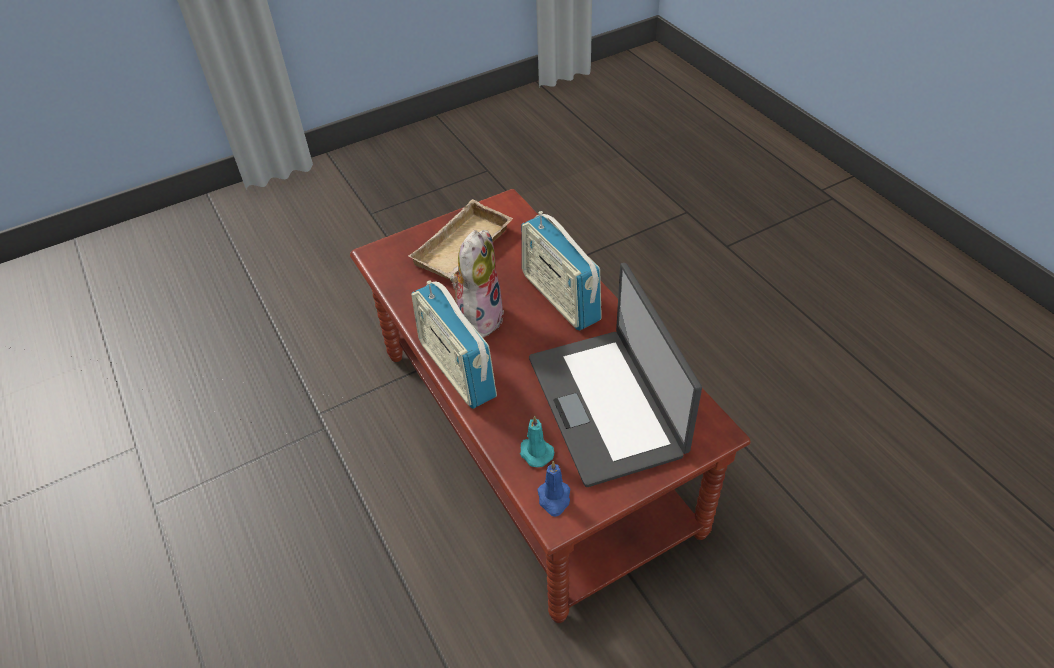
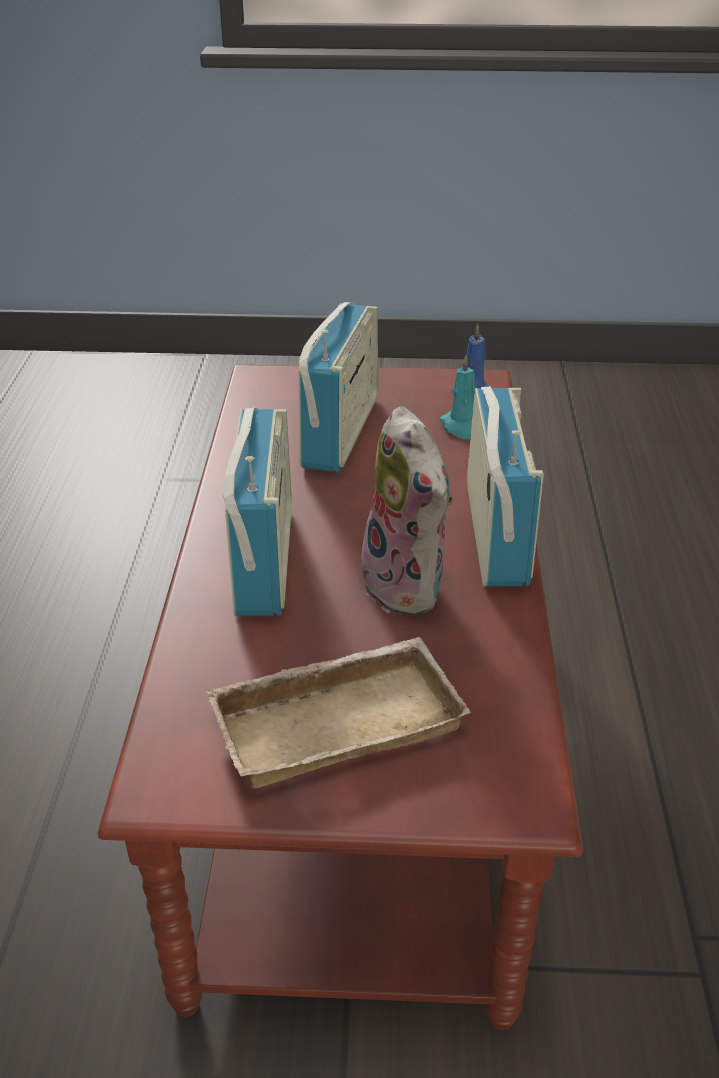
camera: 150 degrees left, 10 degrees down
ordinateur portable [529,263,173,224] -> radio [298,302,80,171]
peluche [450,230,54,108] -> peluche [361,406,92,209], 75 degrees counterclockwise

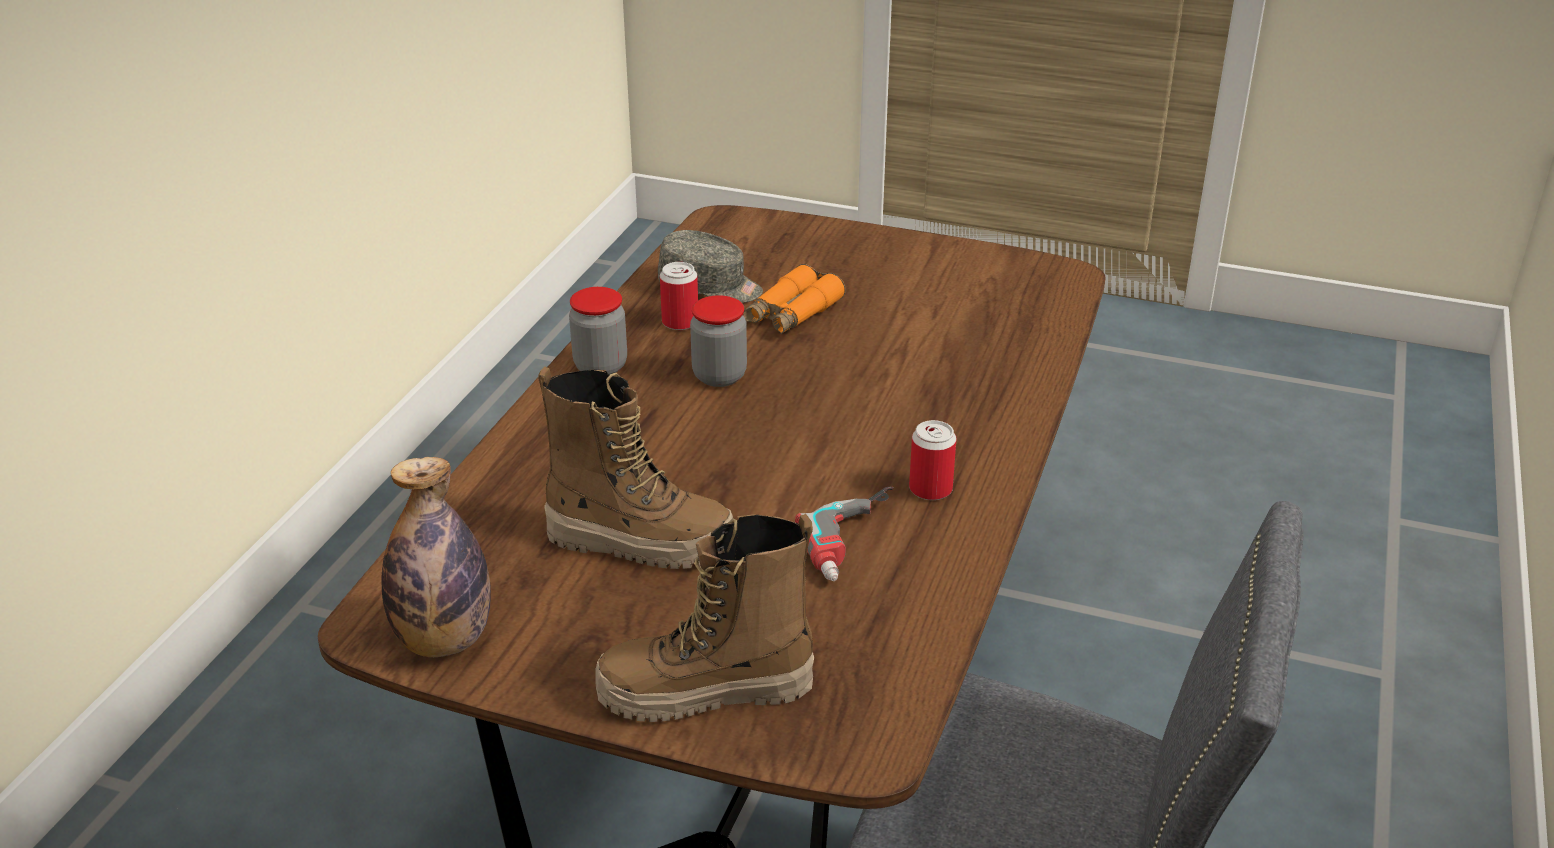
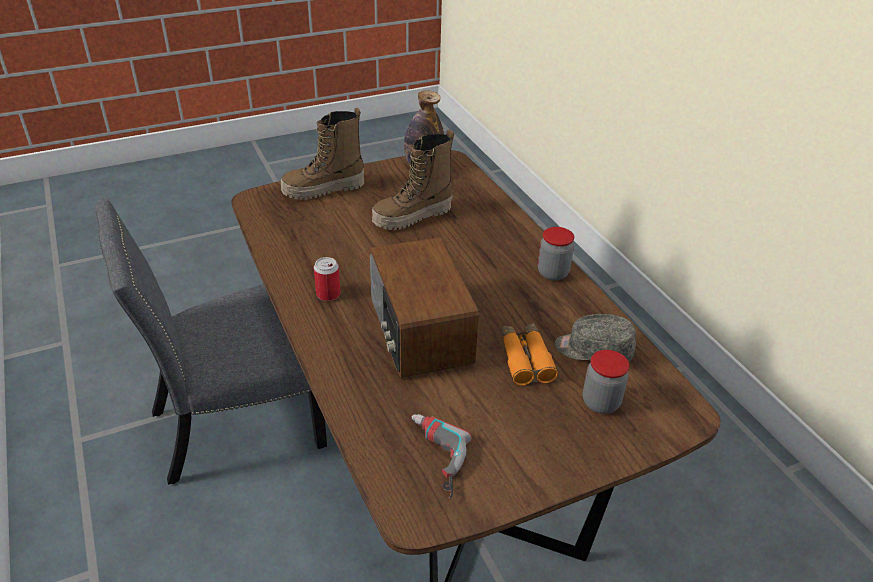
camera: 135 degrees right, 5 degrees up
botte [596,514,218,208] -> botte [281,108,83,92], 150 degrees counterclockwise
none -> radio [370,237,109,141]
perceuse [795,487,99,94] -> perceuse [412,414,59,85], relocated
casquette [gris] [658,230,105,73] -> casquette [gris] [555,314,81,47], 45 degrees clockwise
bocal [690,295,57,92] -> bocal [583,350,47,64], relocated
boîte métallique [660,262,38,68] -> none

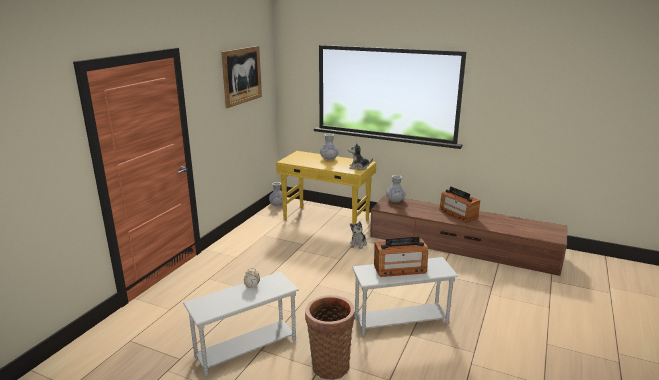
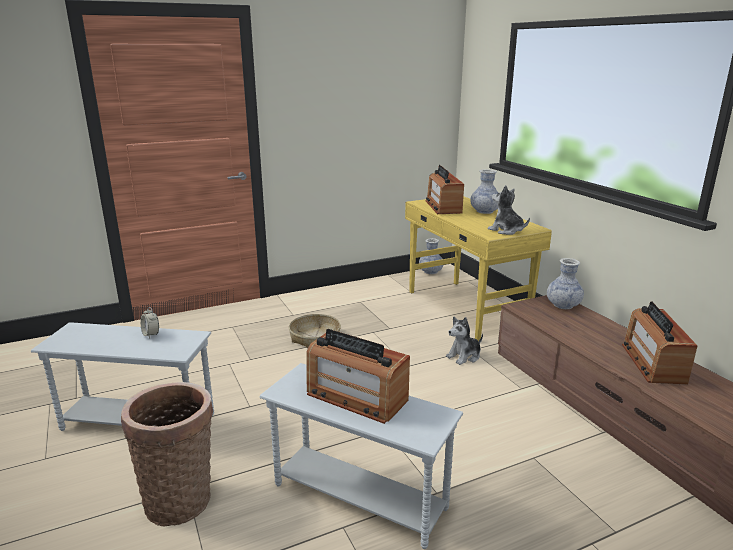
camera: 40 degrees right, 0 degrees up
none -> panier [289,314,52,34]
none -> radio [426,165,38,49]
tableau [221,46,41,62] -> none

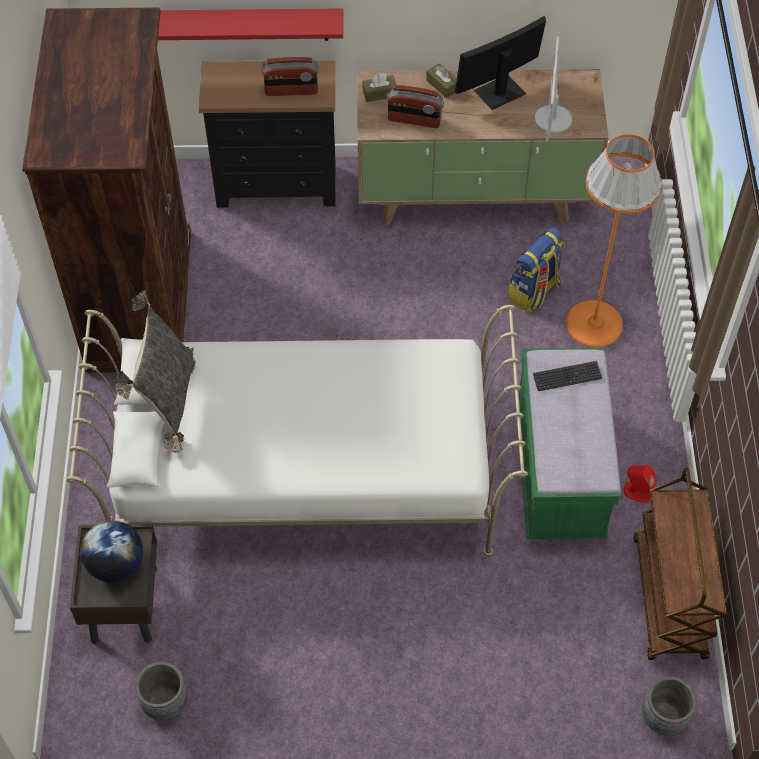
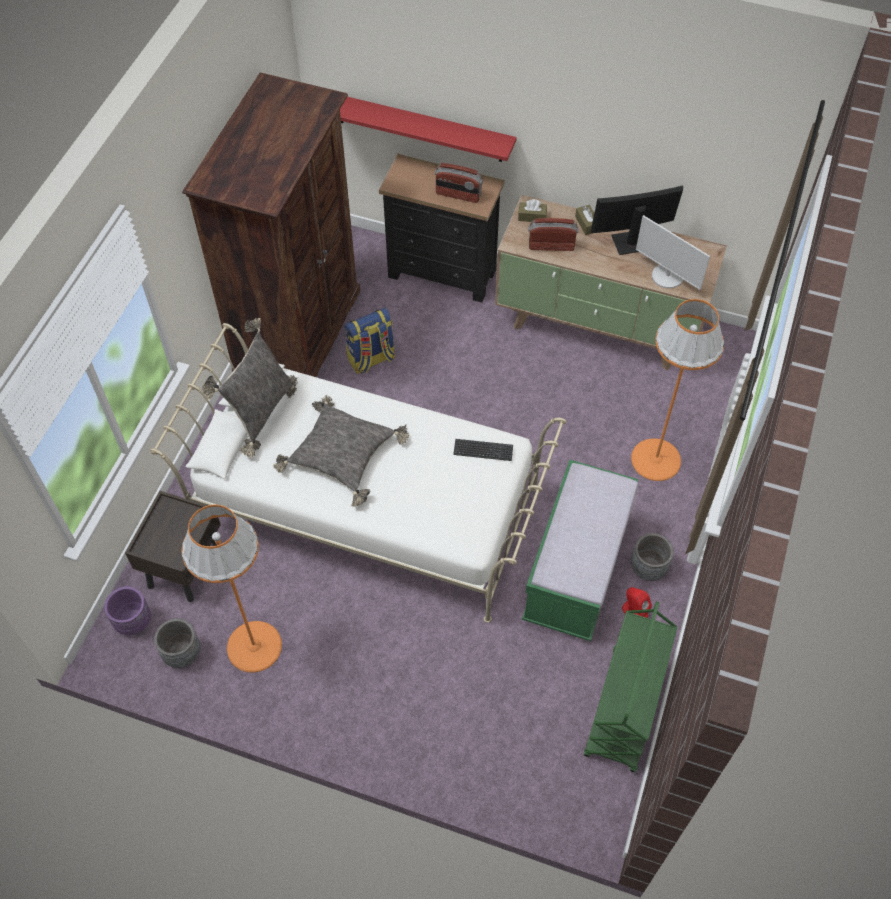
camera: 20 degrees right, 0 degrees up
none -> cache-pot [violet] [104,586,47,49]
none -> lampadaire [orange] [182,505,100,168]
none -> coussin [274,395,135,112]
sac à dos [507,227,57,86] -> sac à dos [345,308,50,66], relocated
clavier [533,361,69,30] -> clavier [453,439,60,22], relocated
radio [387,85,57,43] -> radio [528,218,50,33], 150 degrees clockwise
chariot [marron] [633,468,94,192] -> chariot [vert] [584,602,93,170]
cache-pot [gris] [642,676,55,60] -> cache-pot [gris] [631,533,43,48], relocated
écran d'ordinateur [535,36,37,106] -> écran d'ordinateur [636,215,74,75], 75 degrees counterclockwise
globe [80,520,63,62] -> none

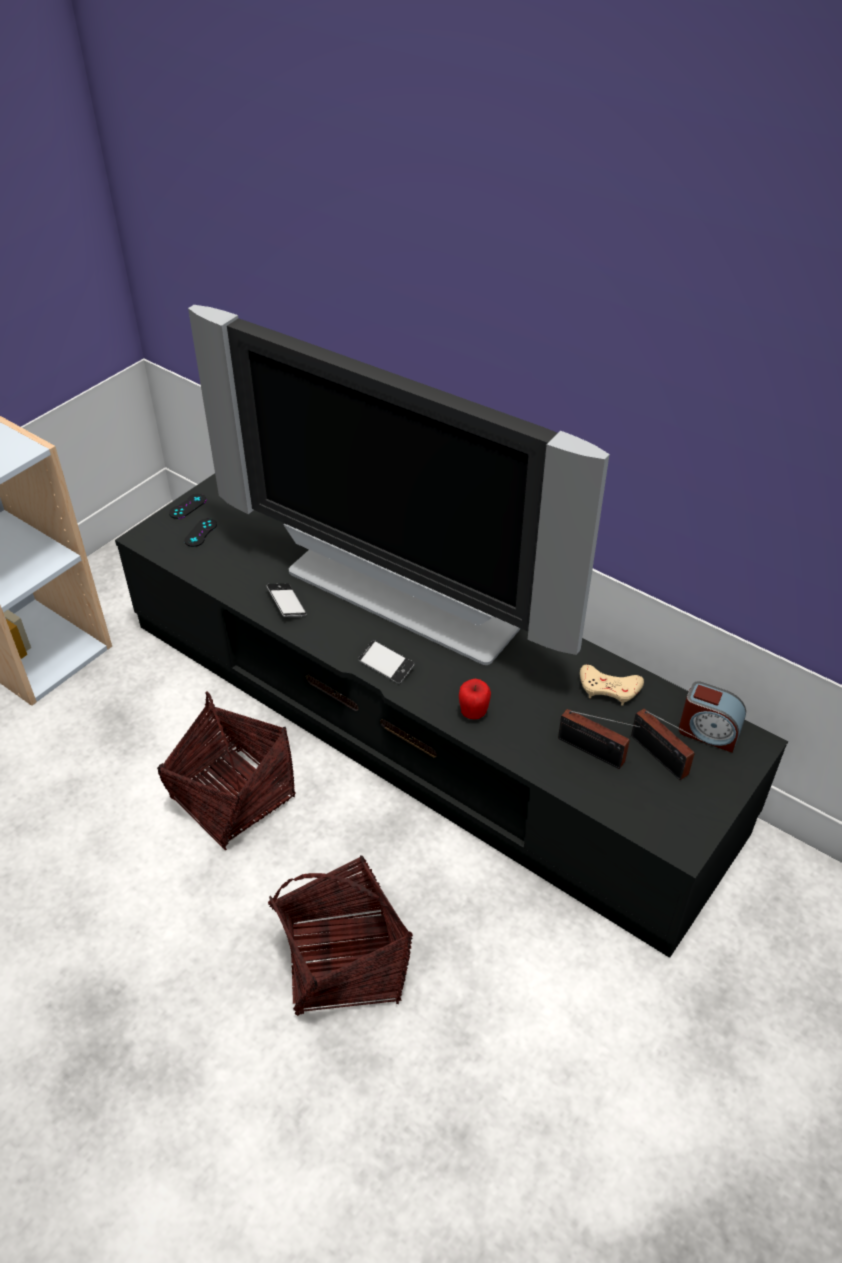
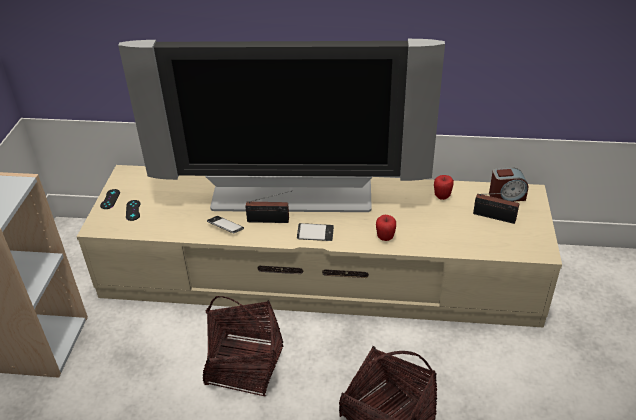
camera: 30 degrees left, 5 degrees down
meuble télé [noir] [115,473,673,485] -> meuble télé [beige] [77,165,485,163]
radio [558,709,82,60] -> radio [245,191,46,32], relocated
manette [beige] [580,665,64,40] -> pomme [434,175,20,25]

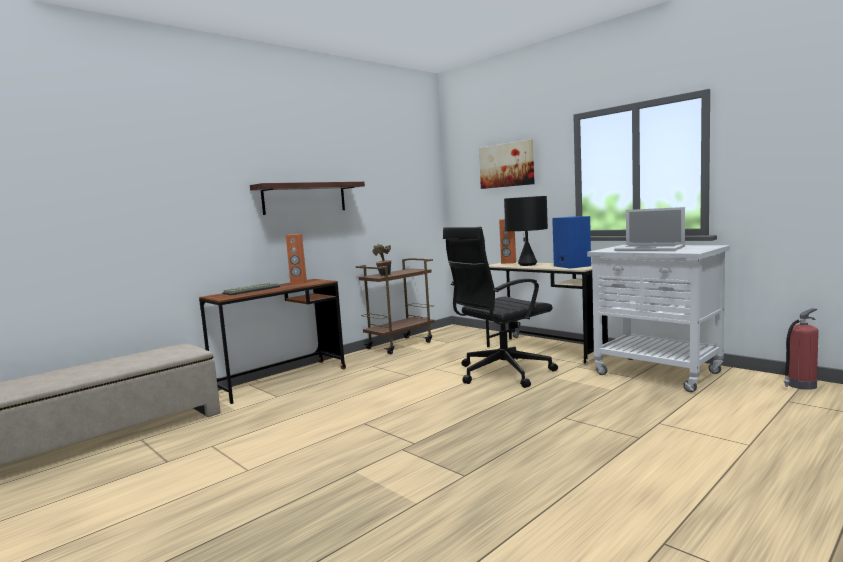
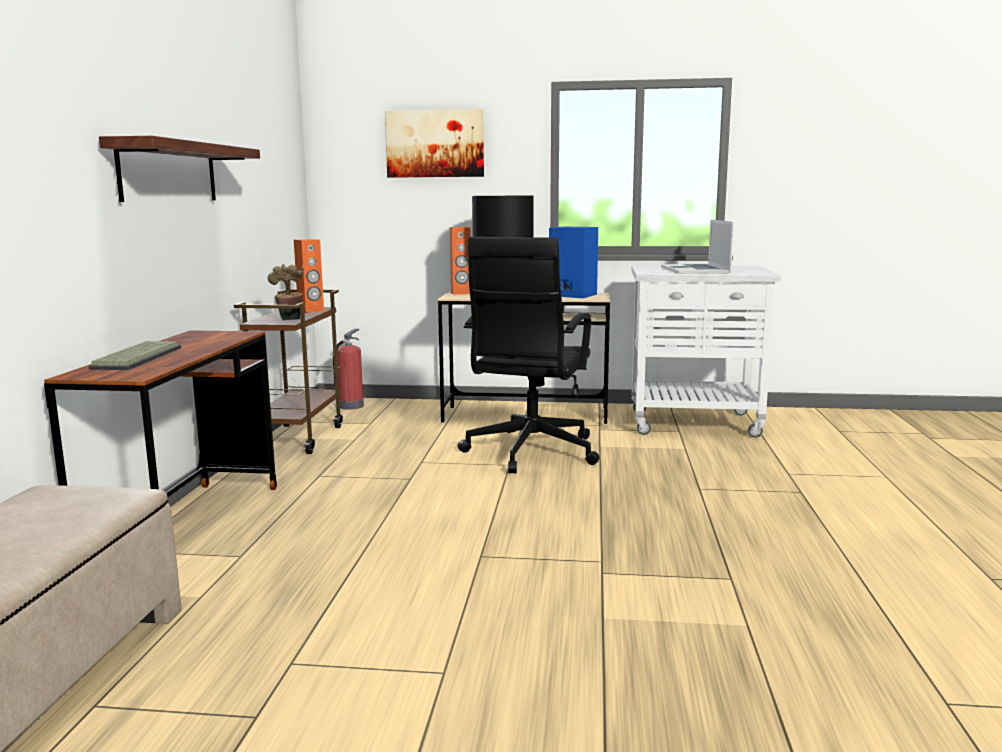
camera: 40 degrees left, 5 degrees up
enceinte [orange] [286,234,21,51] -> enceinte [orange] [294,239,30,74], relocated
extincteur [784,308,35,82] -> extincteur [333,329,31,81], relocated
ordinateur portable [614,207,71,44] -> ordinateur portable [661,220,73,54], 90 degrees clockwise

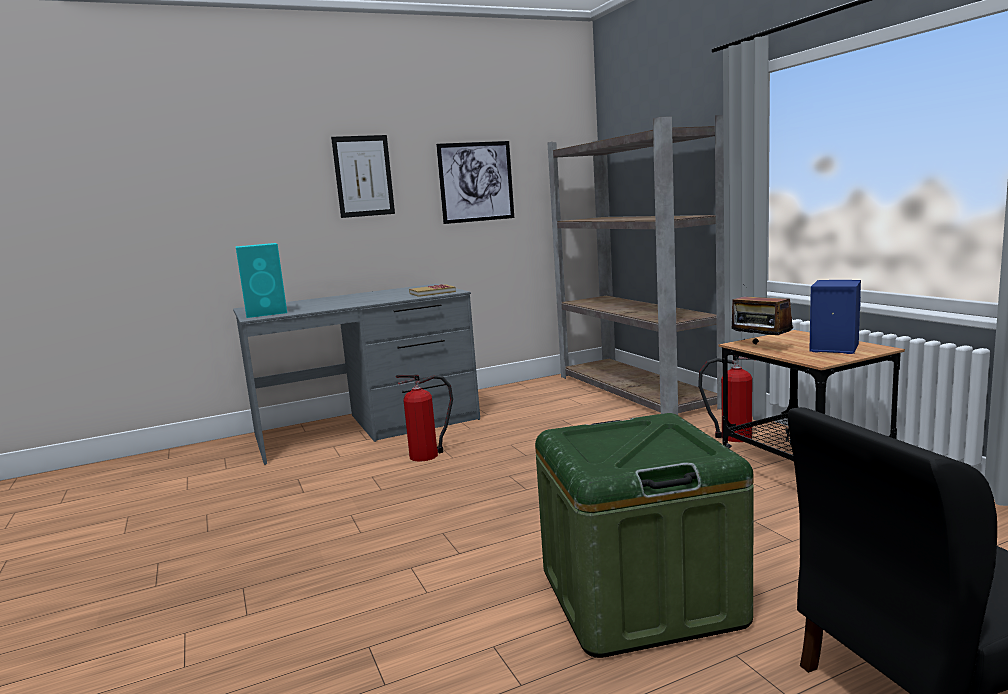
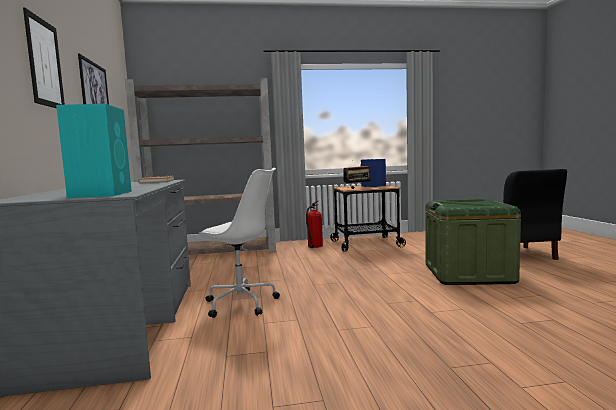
camera: 75 degrees left, 5 degrees down
extincteur [396,374,57,88] -> chaise de bureau [blanc] [198,168,82,150]

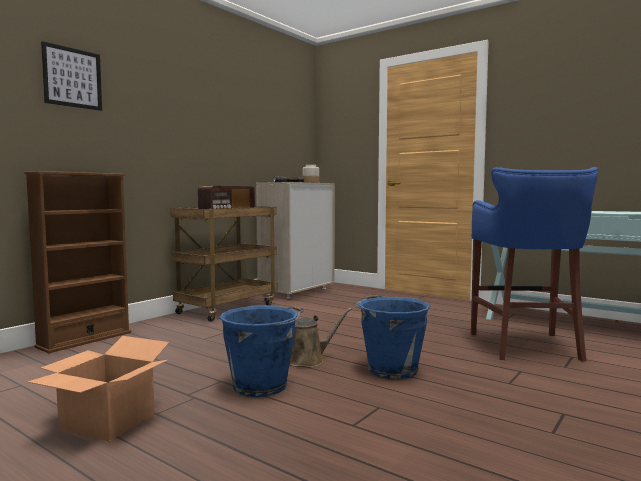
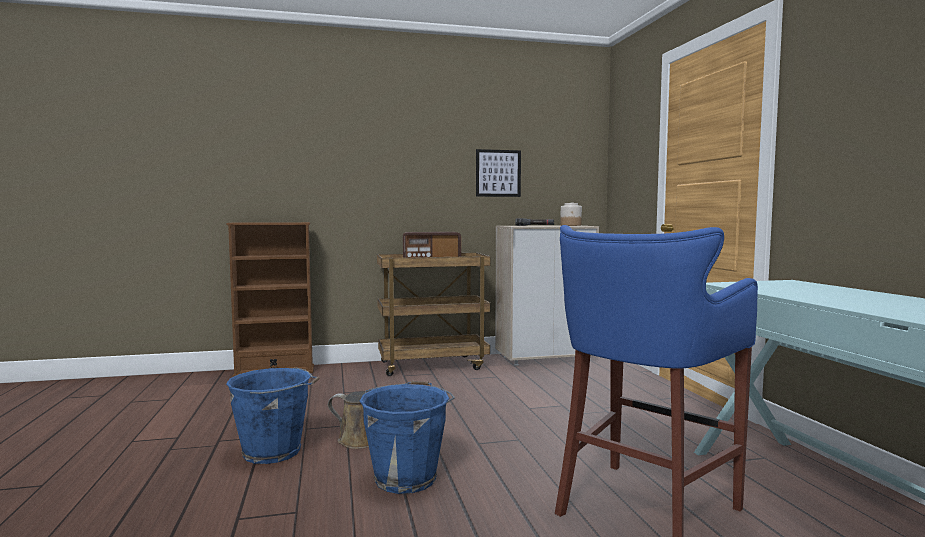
camera: 40 degrees right, 0 degrees up
tableau [41,41,61,70] -> tableau [476,149,45,48], relocated
carton [28,336,141,106] -> none

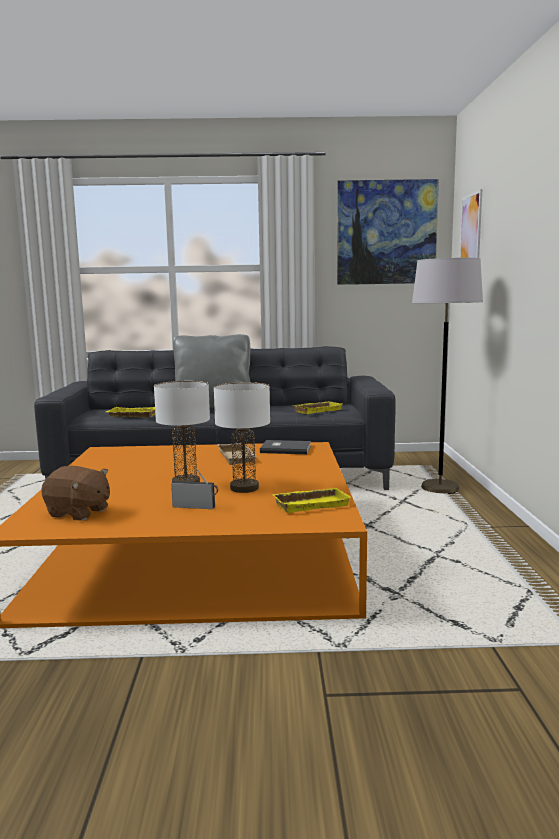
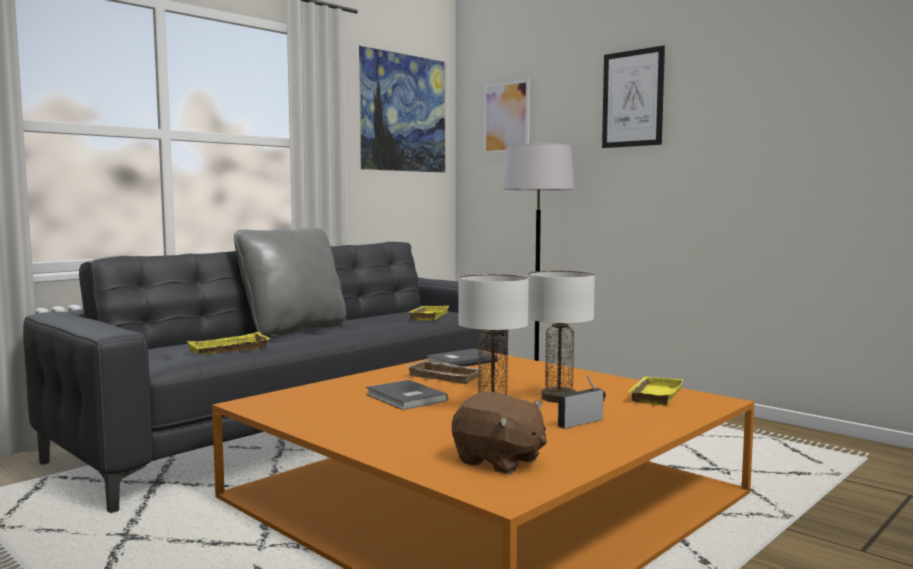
camera: 45 degrees left, 5 degrees down
none -> livre [gris] [366,380,82,30]
peluche [marron] [41,466,69,55] -> peluche [marron] [452,392,95,82], 60 degrees clockwise
none -> tableau [602,46,63,102]

